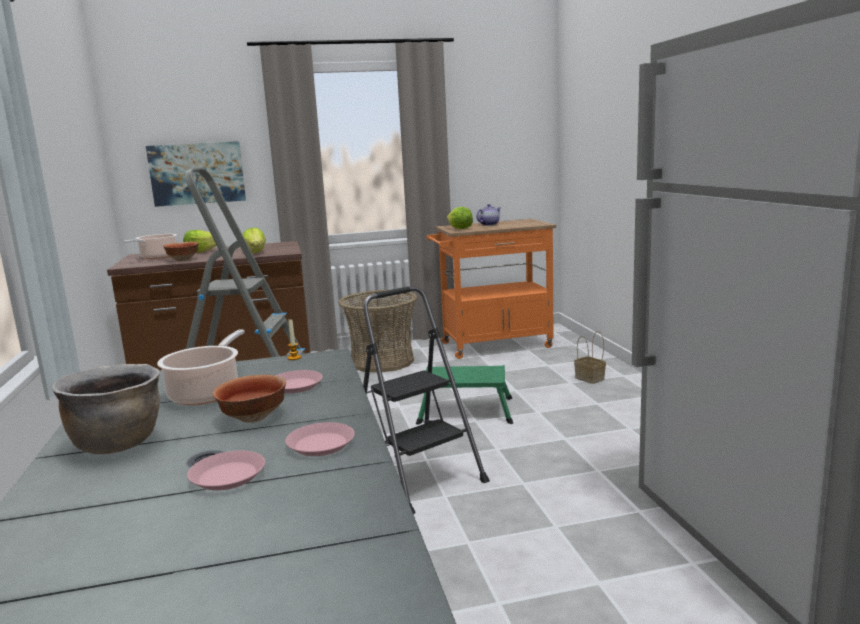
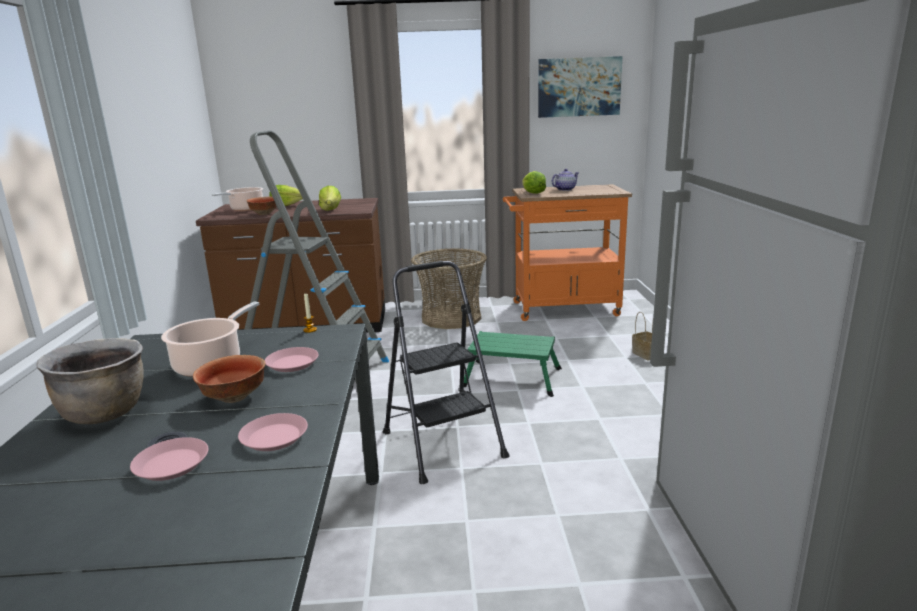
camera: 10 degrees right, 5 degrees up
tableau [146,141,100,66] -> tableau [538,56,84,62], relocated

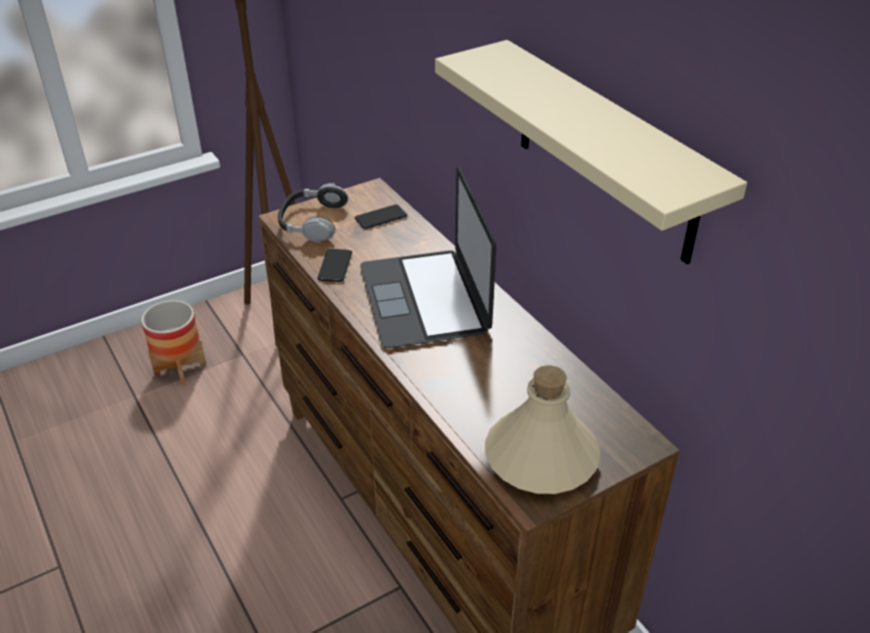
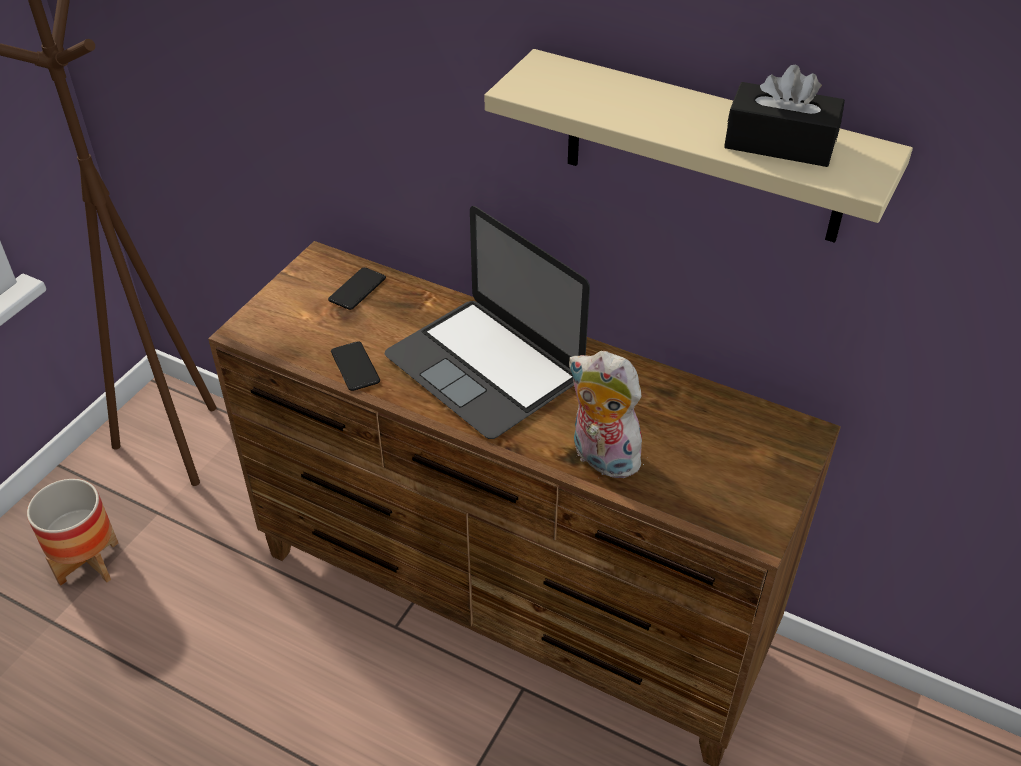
camera: 30 degrees left, 5 degrees up
none -> peluche [568,351,76,127]
none -> boîte à mouchoirs [noir] [724,64,121,103]
casque audio [278,183,70,60] -> none
bouteille [beige] [485,365,115,129] -> none

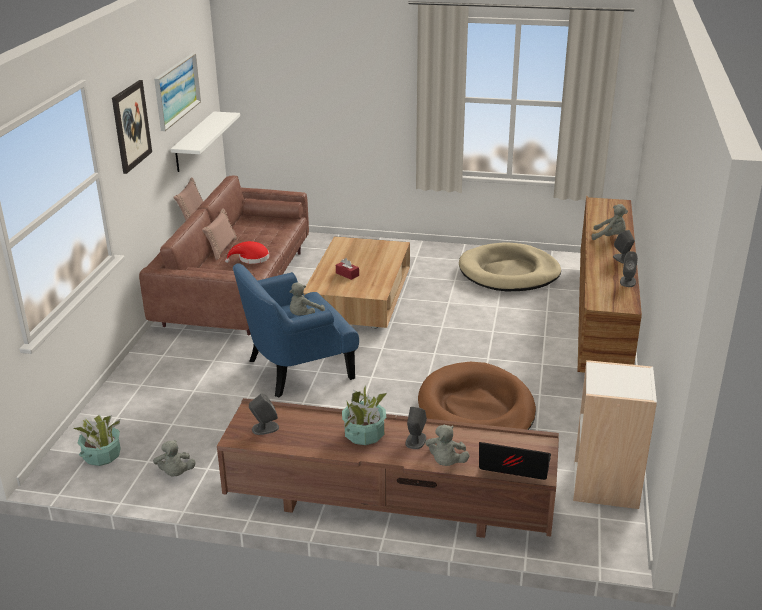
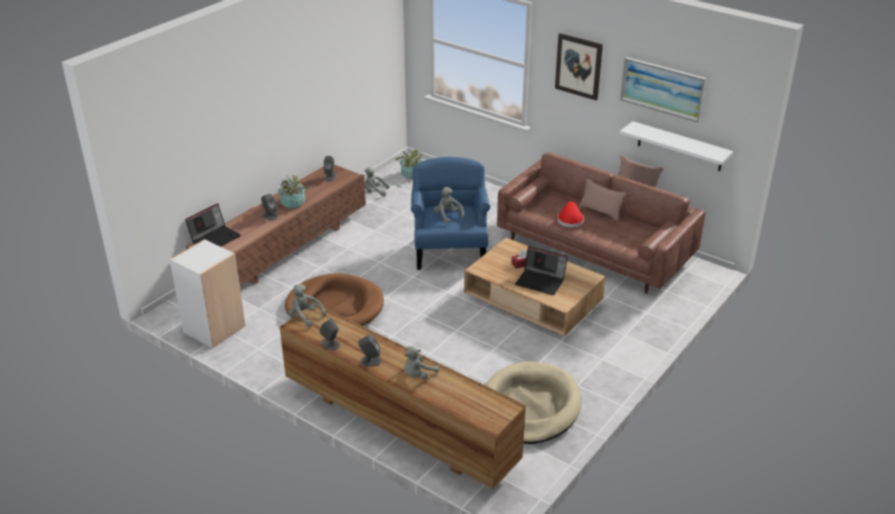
camera: 115 degrees right, 5 degrees up
peluche [gris] [425,425,45,41] -> peluche [gris] [288,284,38,43], relocated
none -> ordinateur portable [515,246,53,49]

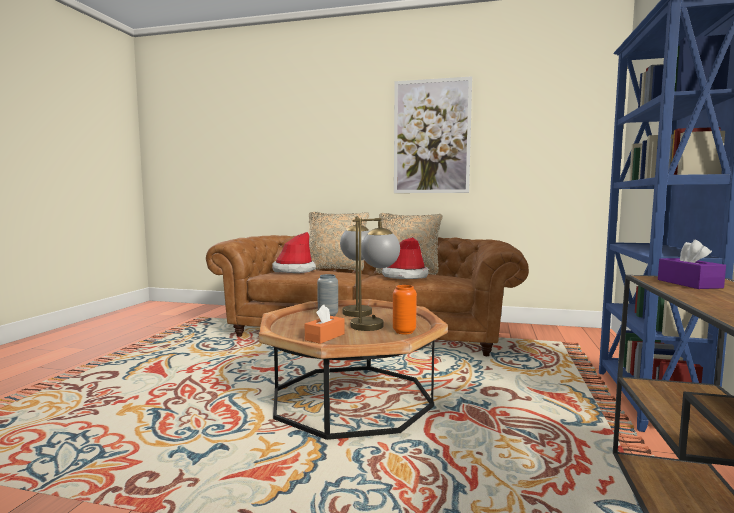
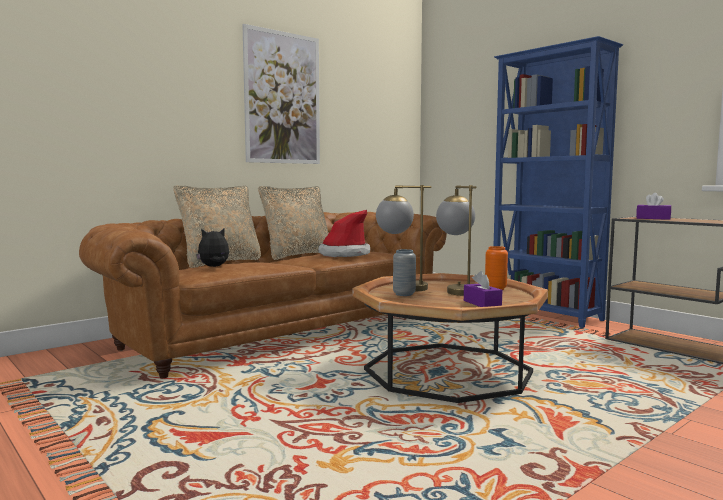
camera: 55 degrees left, 0 degrees up
chapeau [272,232,44,41] -> peluche [196,228,33,39]
boîte à mouchoirs [orange] [305,305,40,39] -> boîte à mouchoirs [violet] [464,271,38,36]

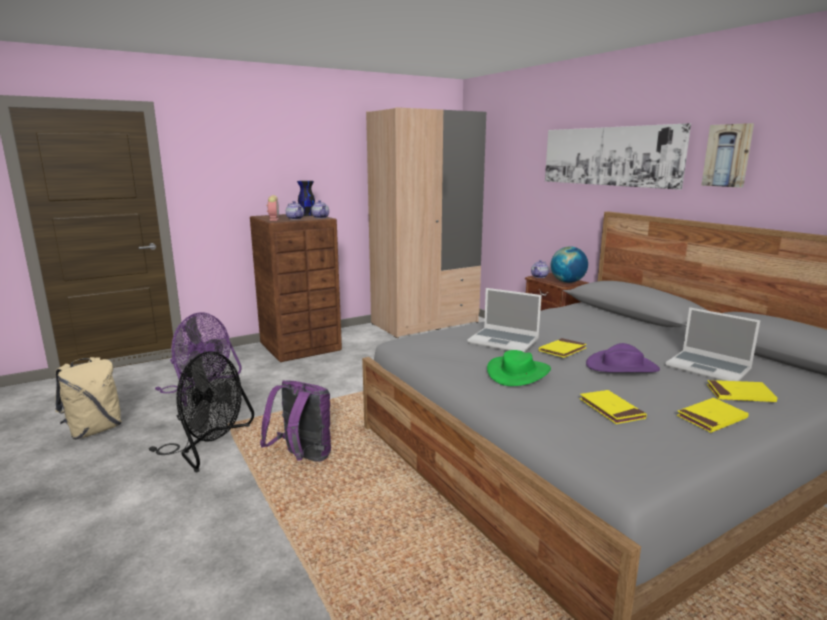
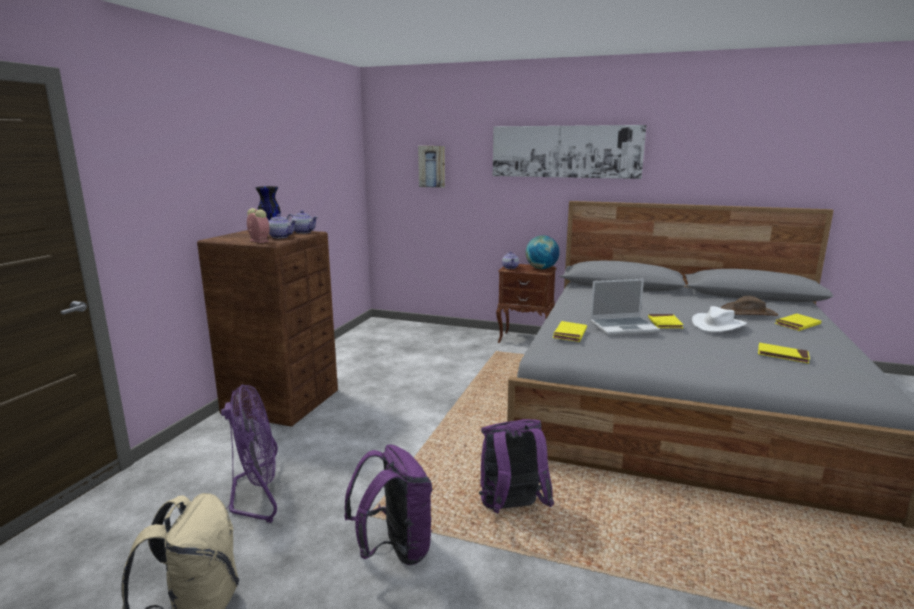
camera: 40 degrees left, 0 degrees up
ventilateur [noir] [149,351,105,122] -> sac à dos [violet] [344,444,88,121]
tableau [701,123,53,65] -> tableau [418,146,27,42], relocated
livre [jaune] [677,398,72,35] -> livre [jaune] [553,321,34,21], relocated
chapeau [violet] [586,343,74,29] -> chapeau [blanc] [692,306,55,26]
ordinateur portable [666,307,95,74] -> chapeau [marron] [721,296,57,20]
armoire [beige] [366,107,120,231] -> none
chapeau [vert] [487,350,64,36] -> none

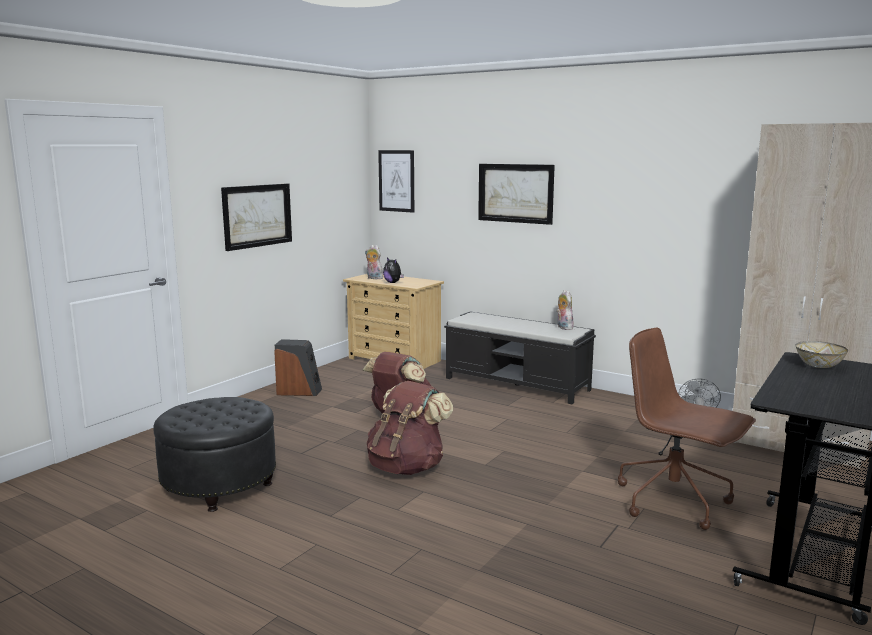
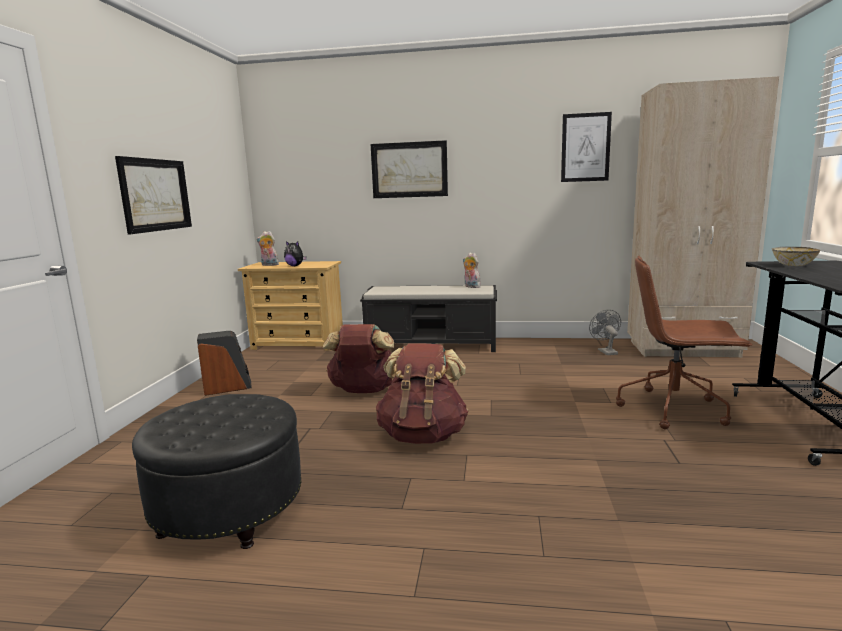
camera: 25 degrees left, 0 degrees up
tableau [378,150,36,63] -> tableau [561,112,51,70], relocated

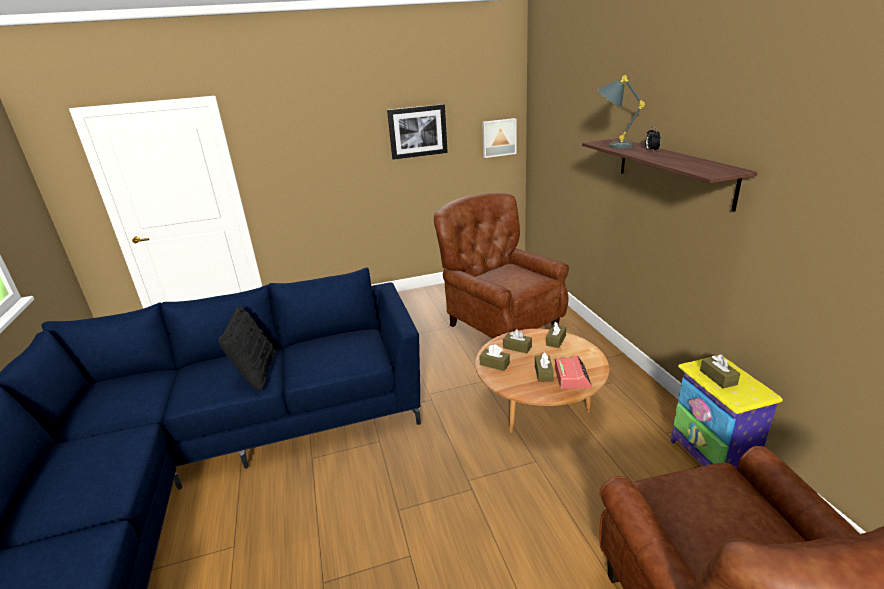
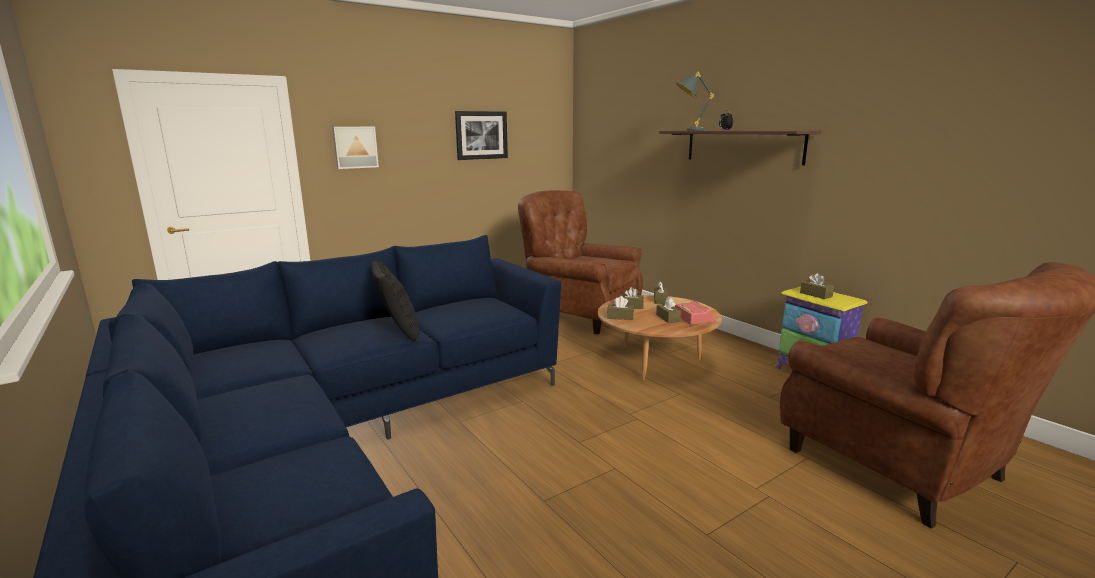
camera: 20 degrees left, 10 degrees down
tableau [482,118,34,40] -> tableau [332,127,47,42], relocated

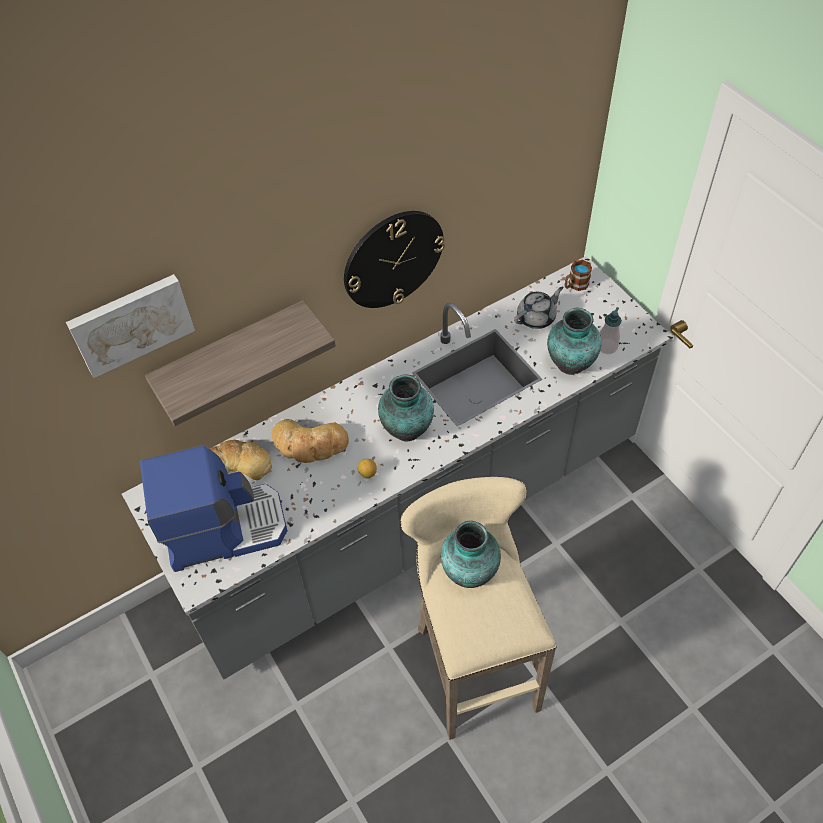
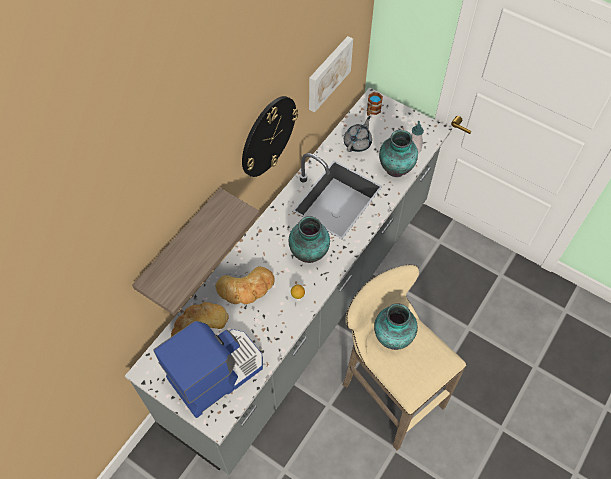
camera: 25 degrees left, 5 degrees up
tableau [66,274,129,104] -> tableau [309,36,44,77], relocated

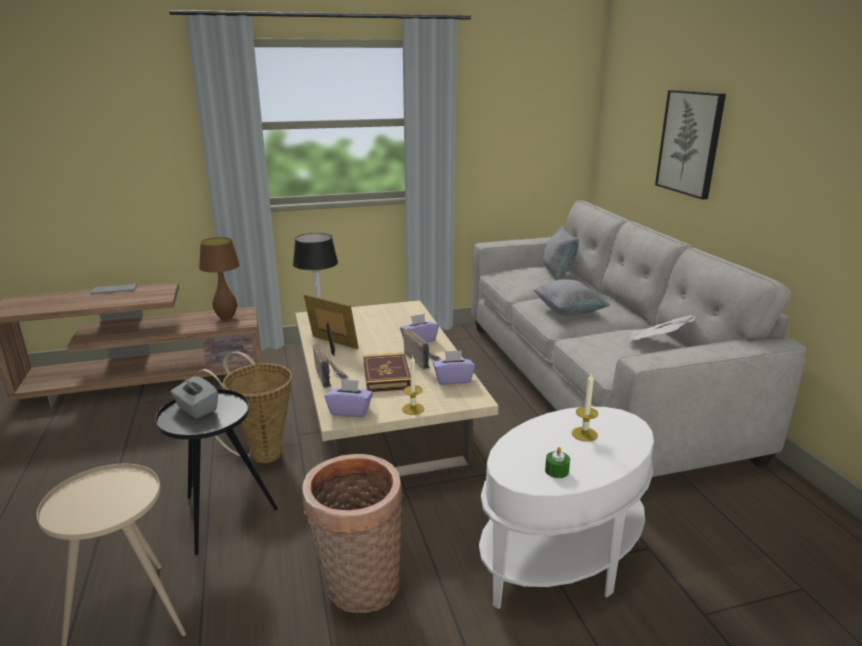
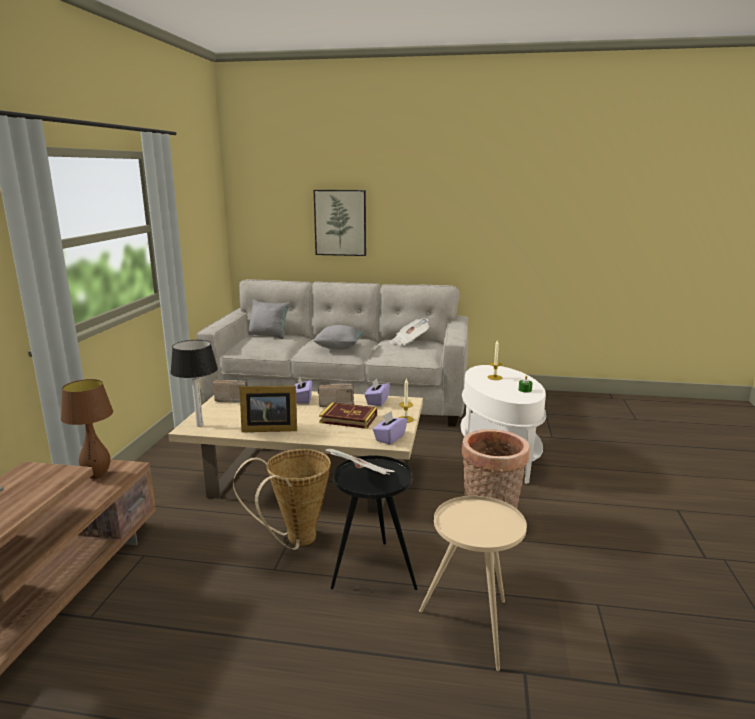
camera: 65 degrees left, 5 degrees down
radio [313,343,36,45] -> radio [213,380,35,23], relocated
cadre photo [304,294,55,62] -> cadre photo [240,385,57,47], 150 degrees counterclockwise
boîte à mouchoirs [gris] [171,376,47,42] -> journal [326,449,69,26]

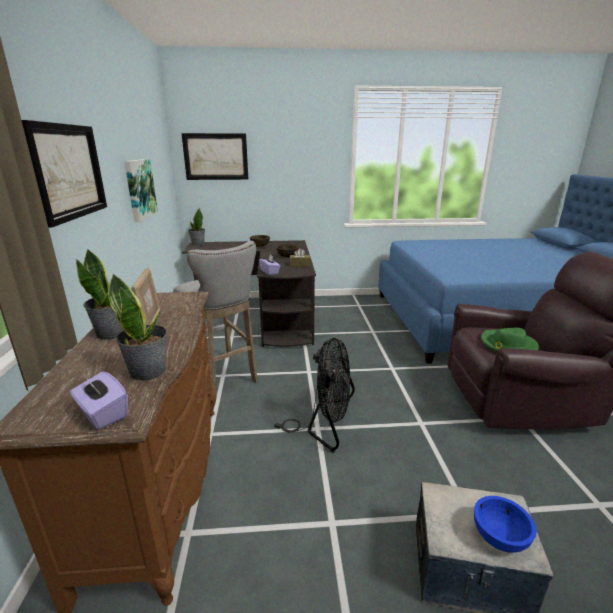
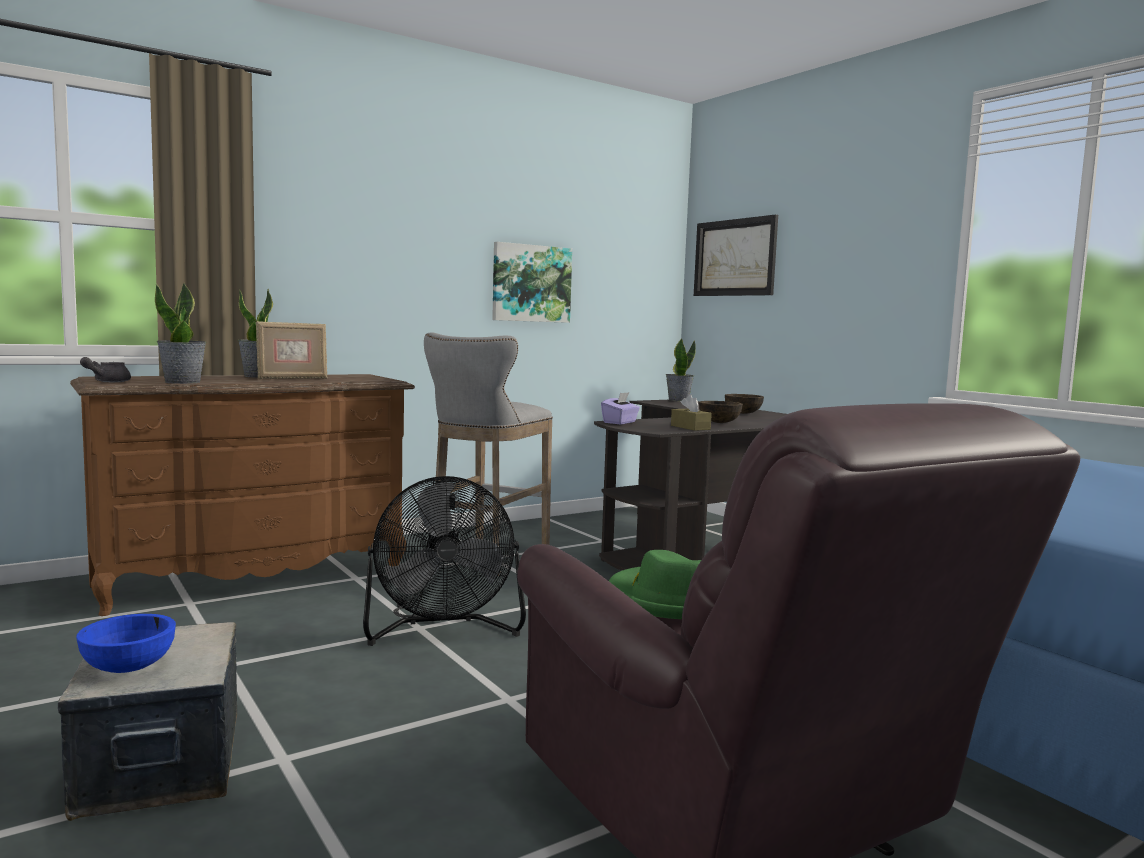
camera: 60 degrees right, 15 degrees down
boîte à mouchoirs [violet] [70,371,58,59] -> théière [gris] [80,357,51,25]
tableau [22,120,85,108] -> none

